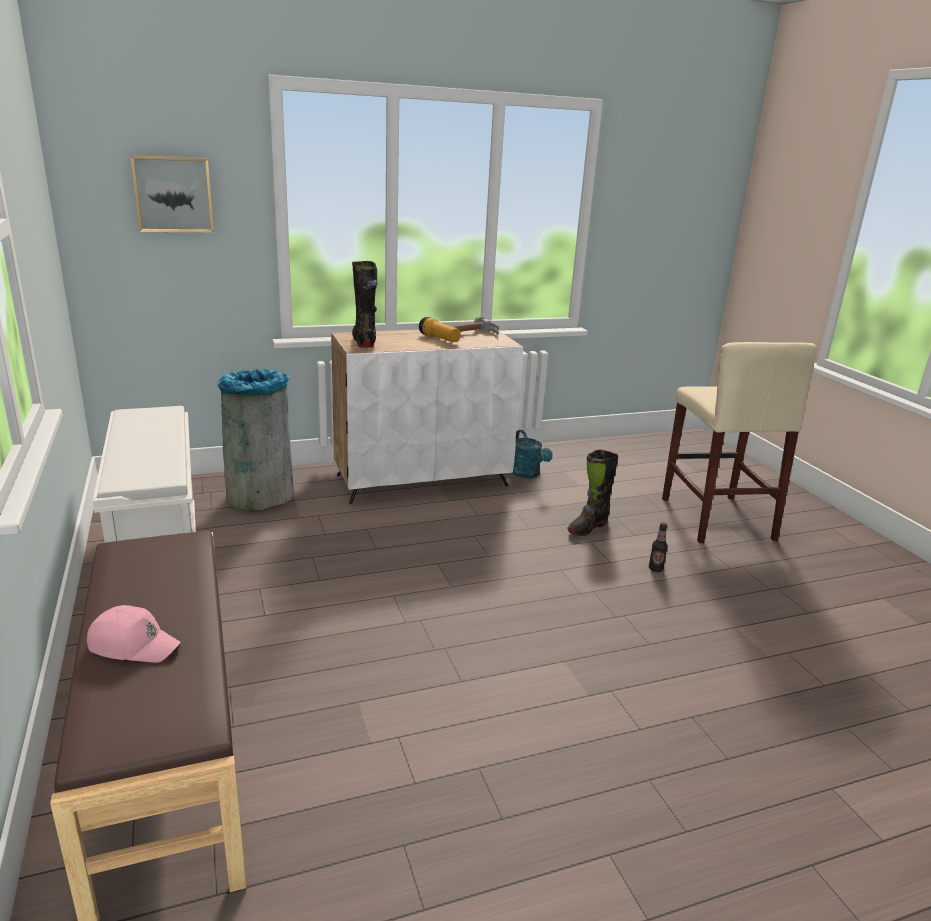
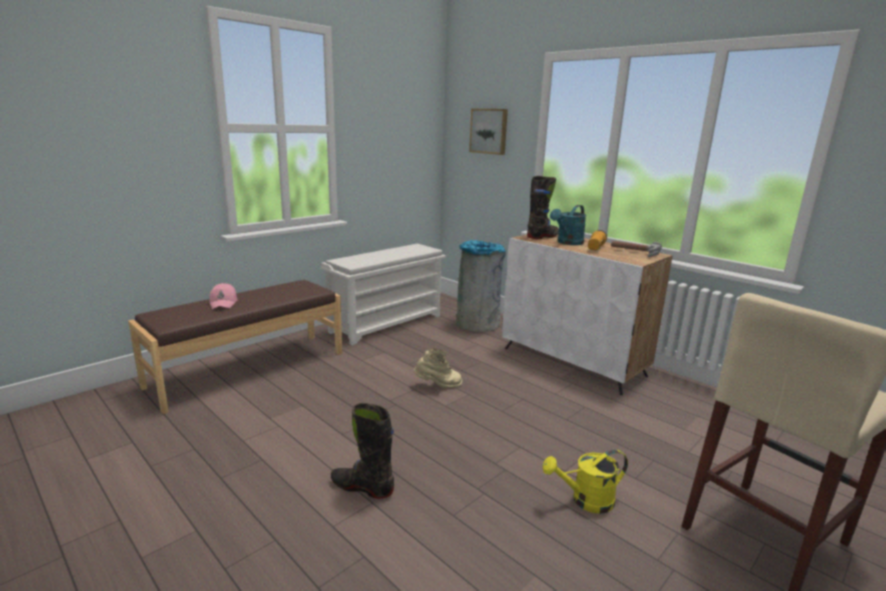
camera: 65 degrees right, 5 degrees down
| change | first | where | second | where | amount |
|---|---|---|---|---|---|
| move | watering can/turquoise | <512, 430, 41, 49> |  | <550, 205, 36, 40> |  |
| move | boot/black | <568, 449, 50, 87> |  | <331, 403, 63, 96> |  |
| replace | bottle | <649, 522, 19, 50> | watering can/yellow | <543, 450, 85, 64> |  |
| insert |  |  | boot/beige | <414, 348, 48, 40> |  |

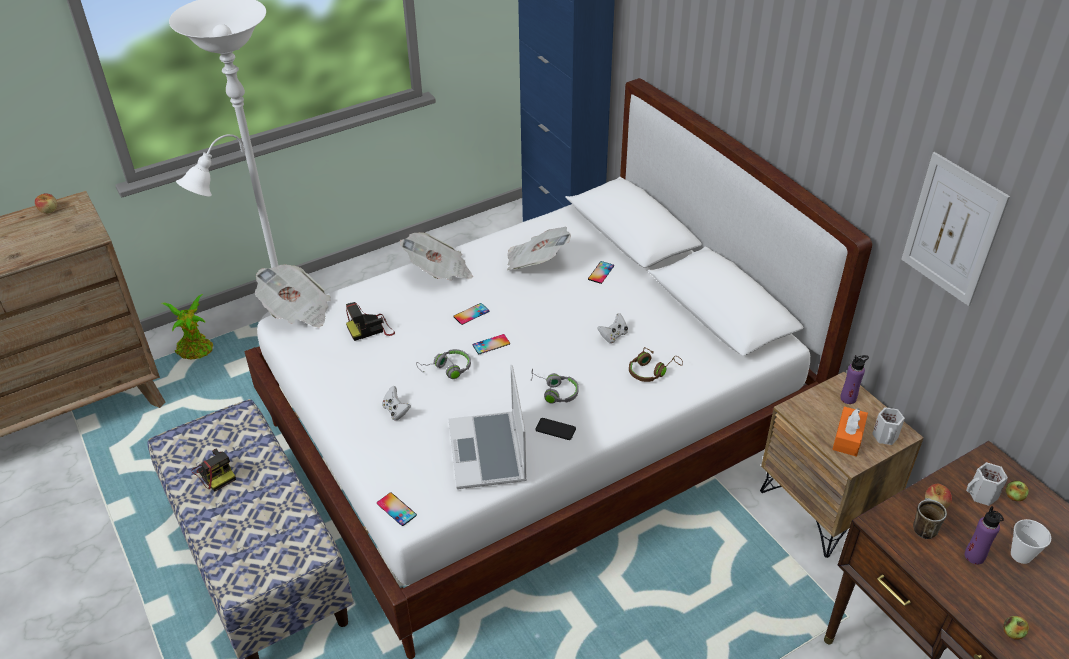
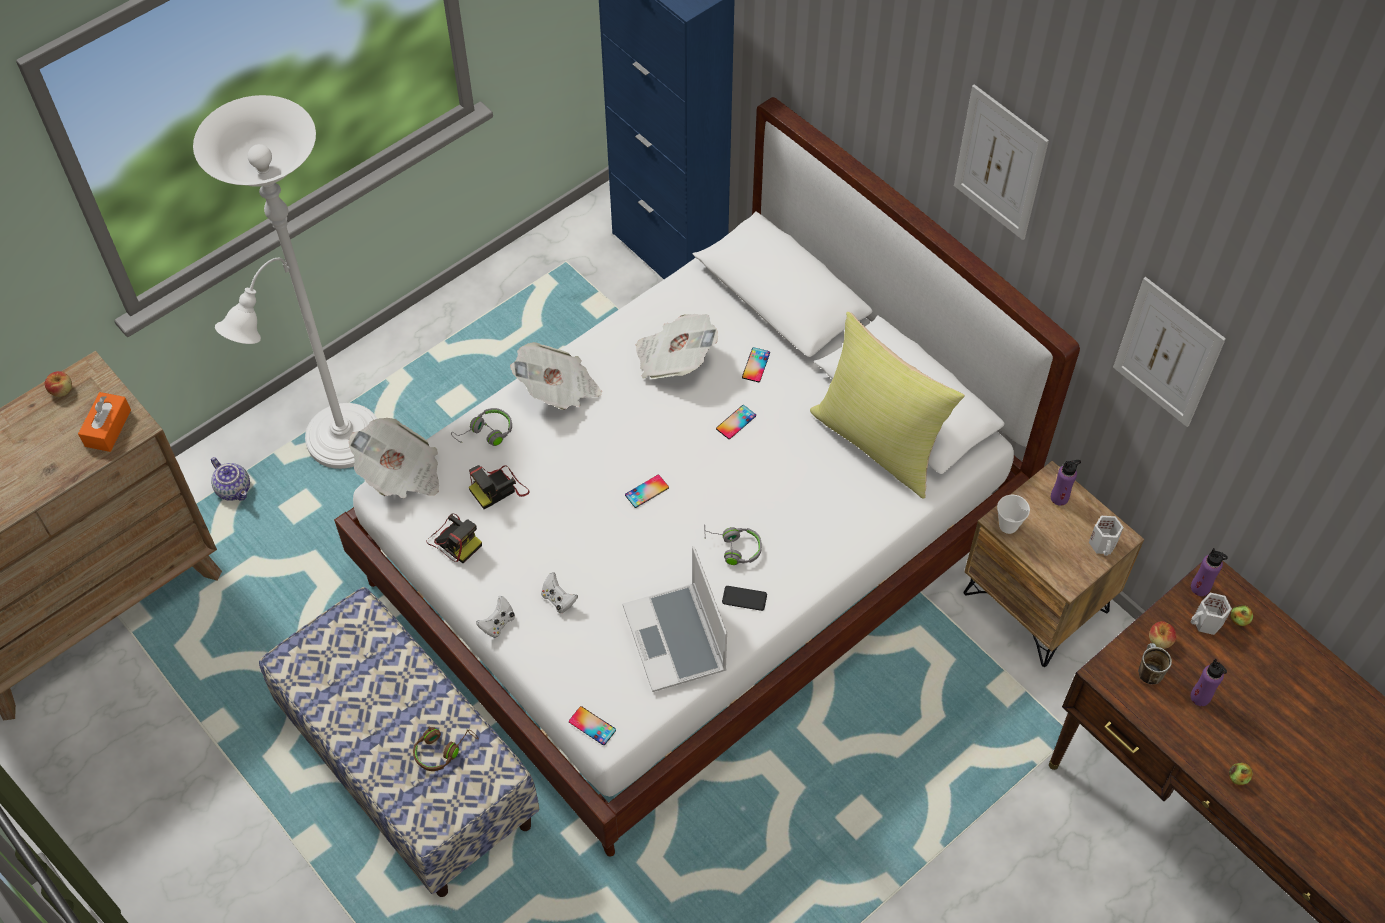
camera: 10 degrees left, 15 degrees up
| change | first | where | second | where | amount |
|---|---|---|---|---|---|
| replace | potted plant | <162, 294, 51, 65> | teapot | <211, 457, 39, 44> |  |
| move | phone | <453, 303, 36, 22> |  | <716, 405, 40, 34> |  |
| move | game controller/white | <598, 313, 30, 31> |  | <476, 596, 39, 42> |  |
| move | headphones/brown | <629, 347, 54, 35> |  | <413, 727, 66, 44> |  |
| move | headphones/grey | <416, 349, 55, 30> |  | <451, 408, 61, 38> |  |
| move | tissue box/orange | <832, 406, 36, 51> |  | <78, 392, 53, 60> |  |
| move | photo camera | <192, 448, 44, 44> |  | <426, 514, 56, 50> |  |
| move | cup | <1011, 519, 40, 45> |  | <997, 495, 33, 39> |  |
| insert |  |  | picture | <954, 84, 95, 156> |  |
| insert |  |  | pillow/yellow | <810, 312, 155, 187> |  |
| insert |  |  | bottle/purple | <1191, 548, 37, 48> |  |

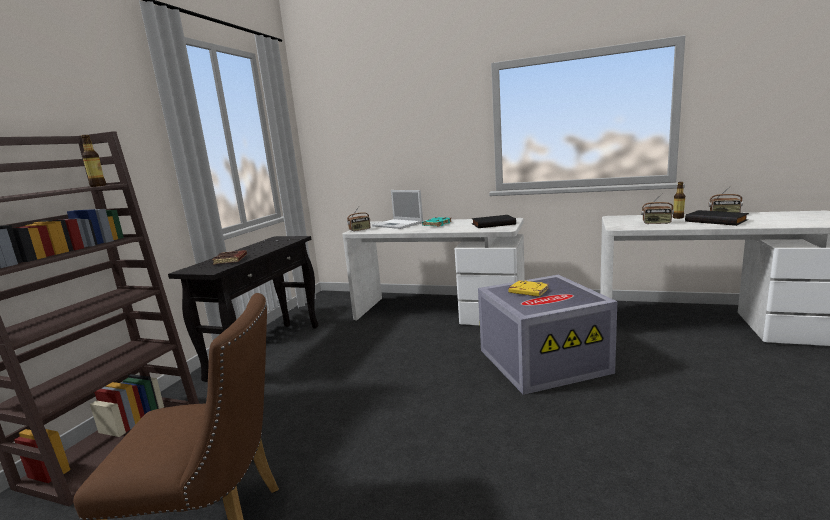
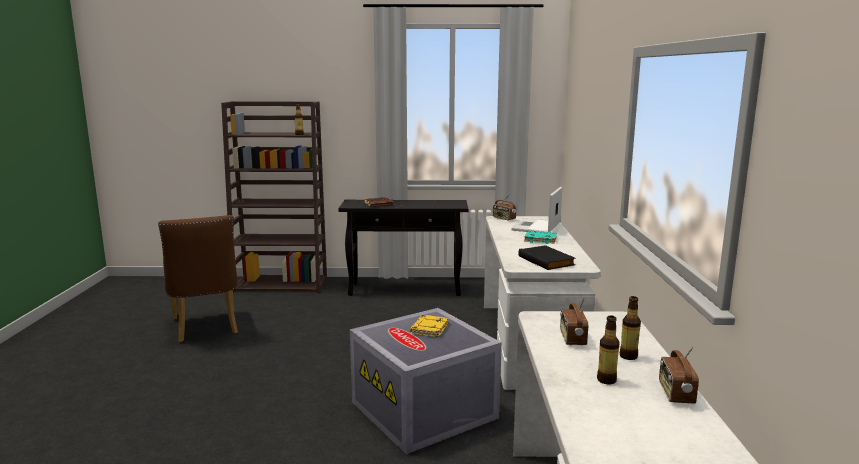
camera: 70 degrees right, 0 degrees up
| change | first | where | second | where | amount |
|---|---|---|---|---|---|
| replace | book/black | <685, 210, 64, 16> | bottle | <597, 315, 22, 69> |  |

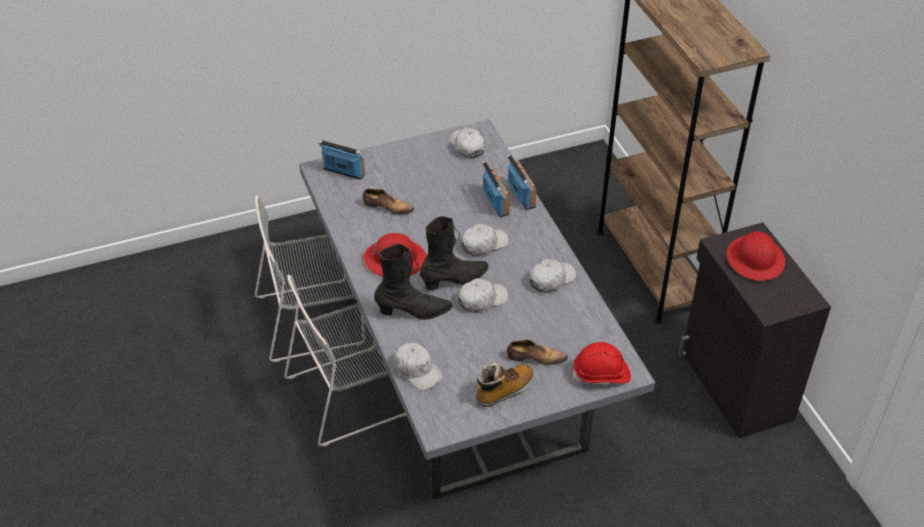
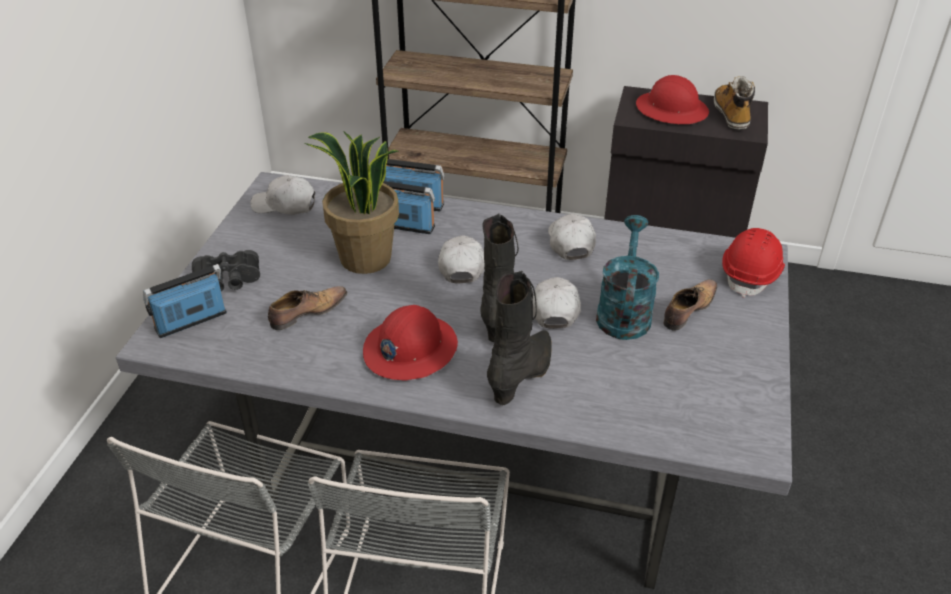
camera: 55 degrees left, 5 degrees down
| change | first | where | second | where | amount |
|---|---|---|---|---|---|
| delete | cap/white | <394, 343, 49, 48> |  |  |  |
| move | boot | <476, 362, 58, 45> |  | <714, 76, 41, 54> |  |
| insert |  |  | potted plant | <305, 131, 94, 143> |  |
| insert |  |  | watering can/turquoise | <596, 215, 63, 125> |  |
| insert |  |  | binoculars/black | <192, 250, 68, 41> |  |

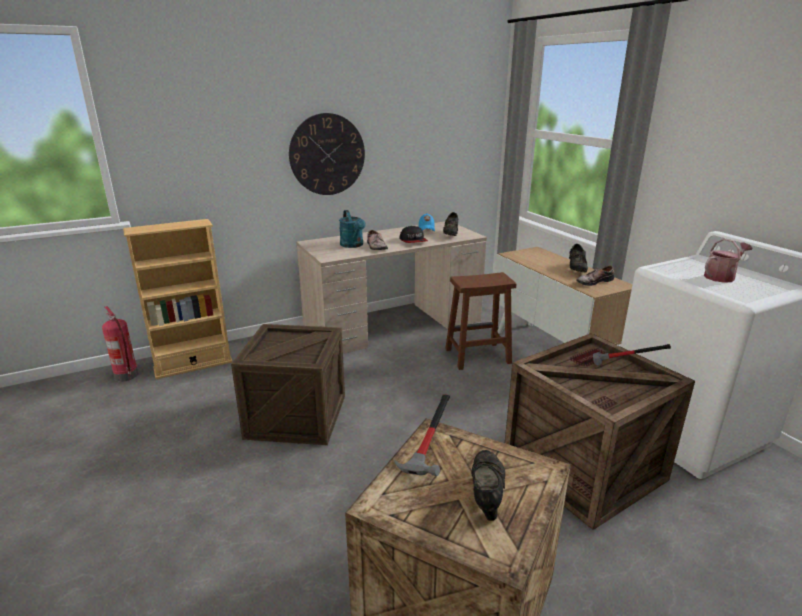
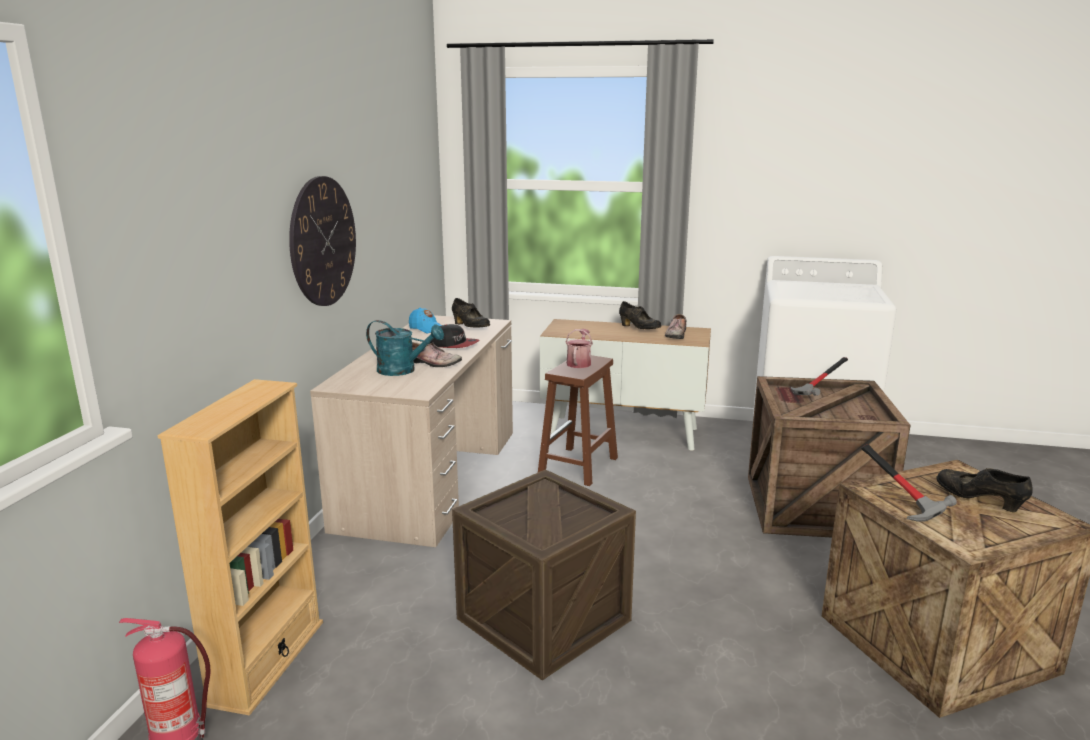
camera: 50 degrees left, 5 degrees down
| change | first | where | second | where | amount |
|---|---|---|---|---|---|
| move | watering can | <704, 239, 48, 44> |  | <565, 329, 28, 39> |  |

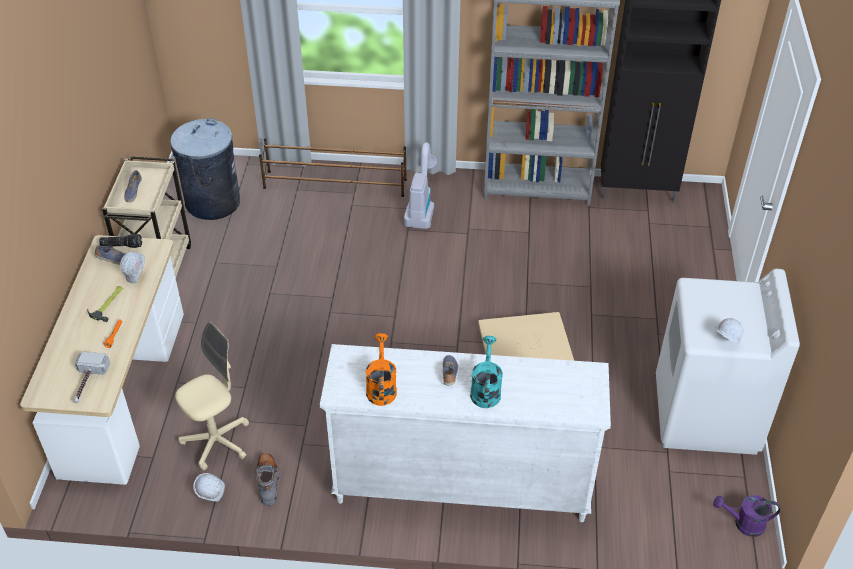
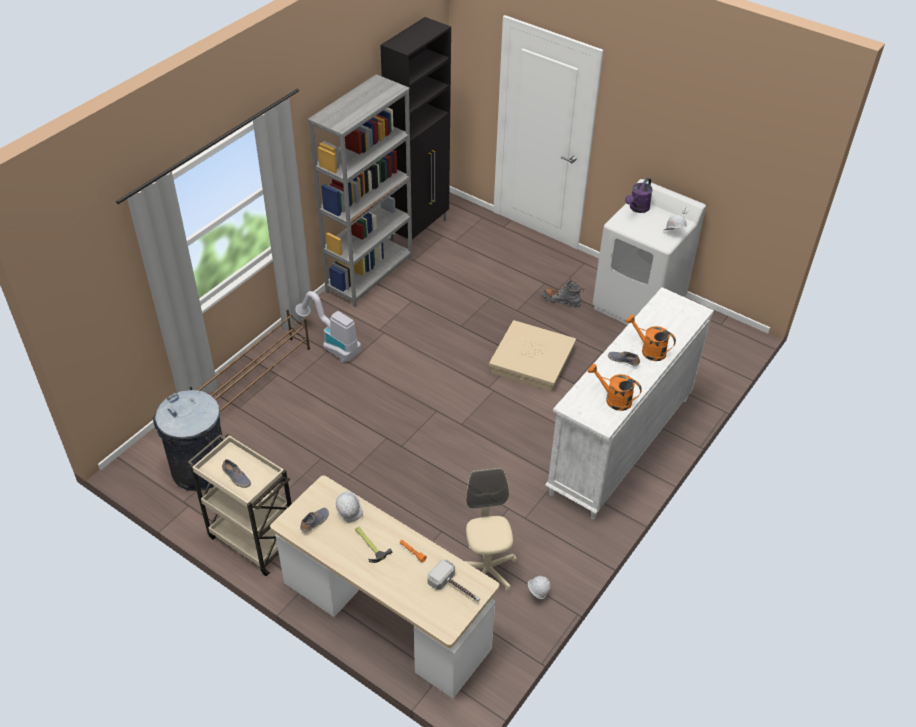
camera: 60 degrees left, 0 degrees up
| change | first | where | second | where | amount |
|---|---|---|---|---|---|
| delete | flashlight | <99, 234, 43, 14> |  |  |  |
| recolor | watering can/turquoise | <470, 336, 33, 72> | watering can/orange | <626, 315, 50, 46> |  |
| move | boot/grey | <255, 453, 24, 53> |  | <542, 279, 42, 29> |  |
| move | watering can/purple | <713, 495, 67, 42> |  | <625, 178, 28, 35> |  |

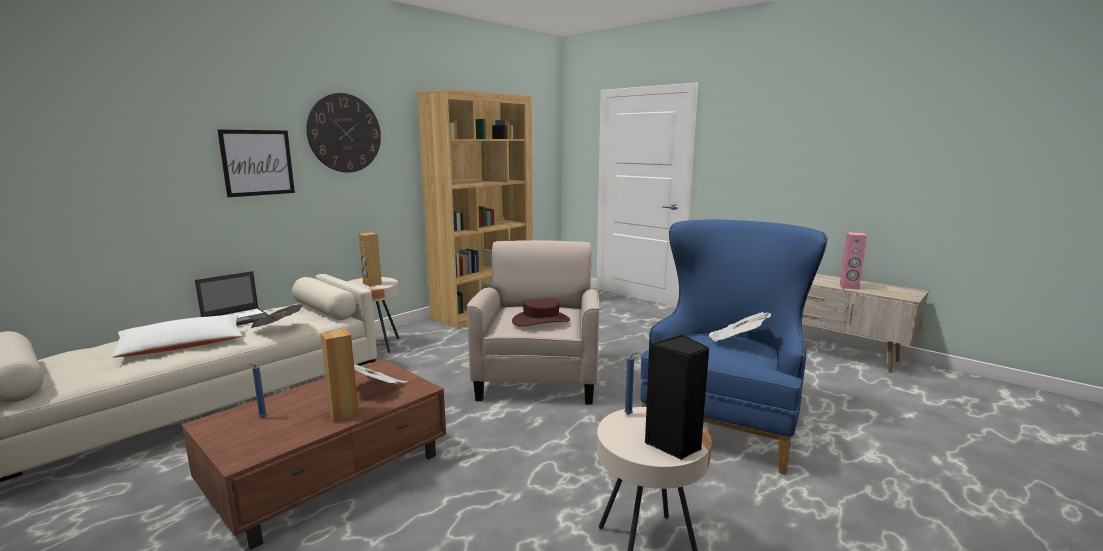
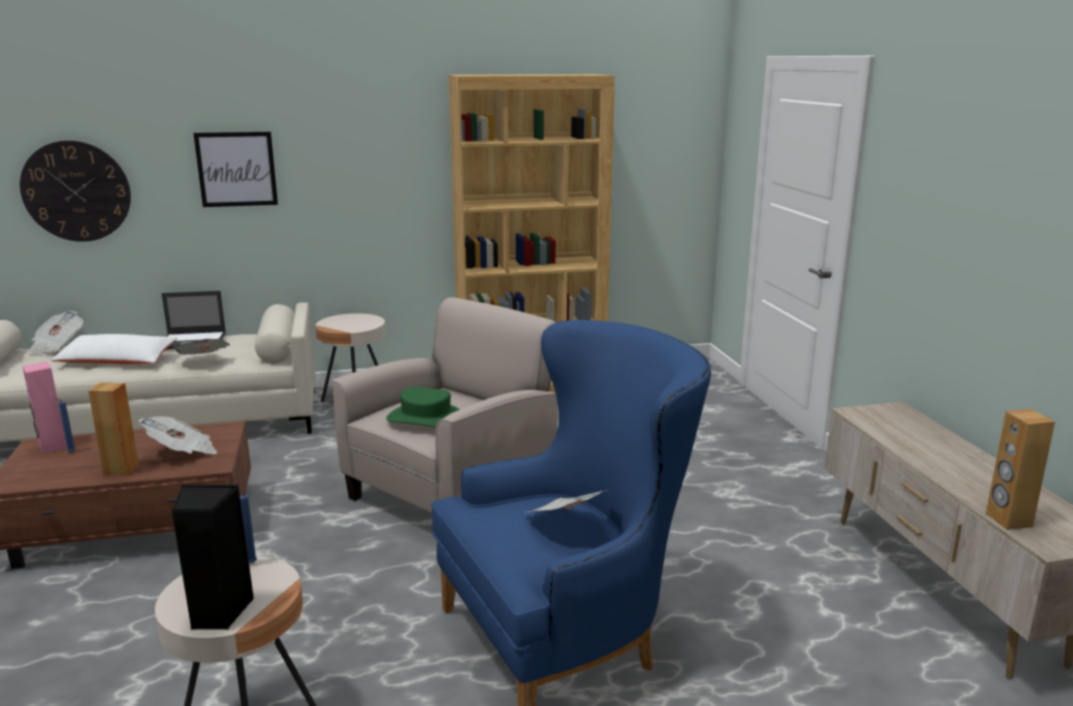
camera: 35 degrees right, 5 degrees up
| change | first | where | second | where | amount |
|---|---|---|---|---|---|
| move | wall clock | <306, 93, 75, 79> |  | <20, 140, 111, 102> |  |
| move | speaker/brown | <359, 232, 23, 55> |  | <986, 409, 69, 121> |  |
| move | speaker/pink | <840, 232, 27, 57> |  | <22, 362, 45, 92> |  |
| recolor | hat/brown | <512, 298, 58, 28> | hat/green | <386, 387, 74, 40> |  |
| insert |  |  | newspaper | <28, 311, 55, 43> |  |

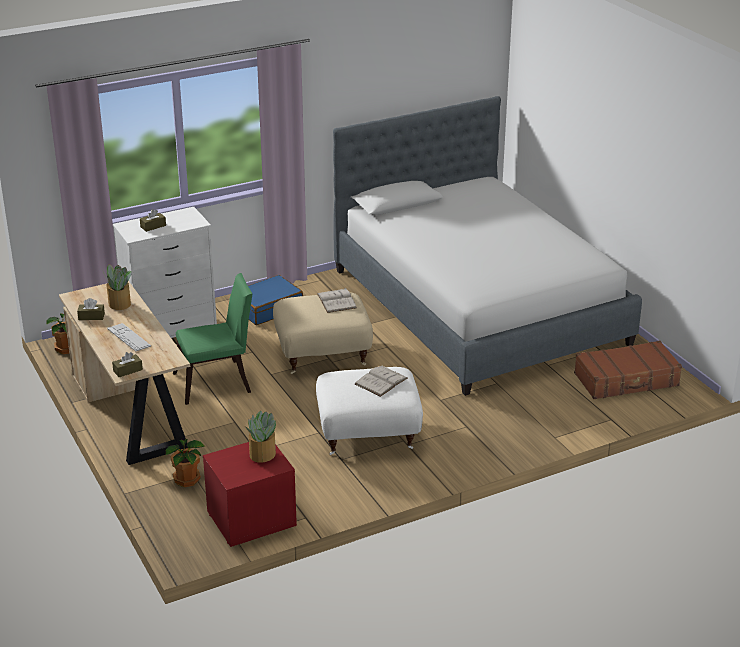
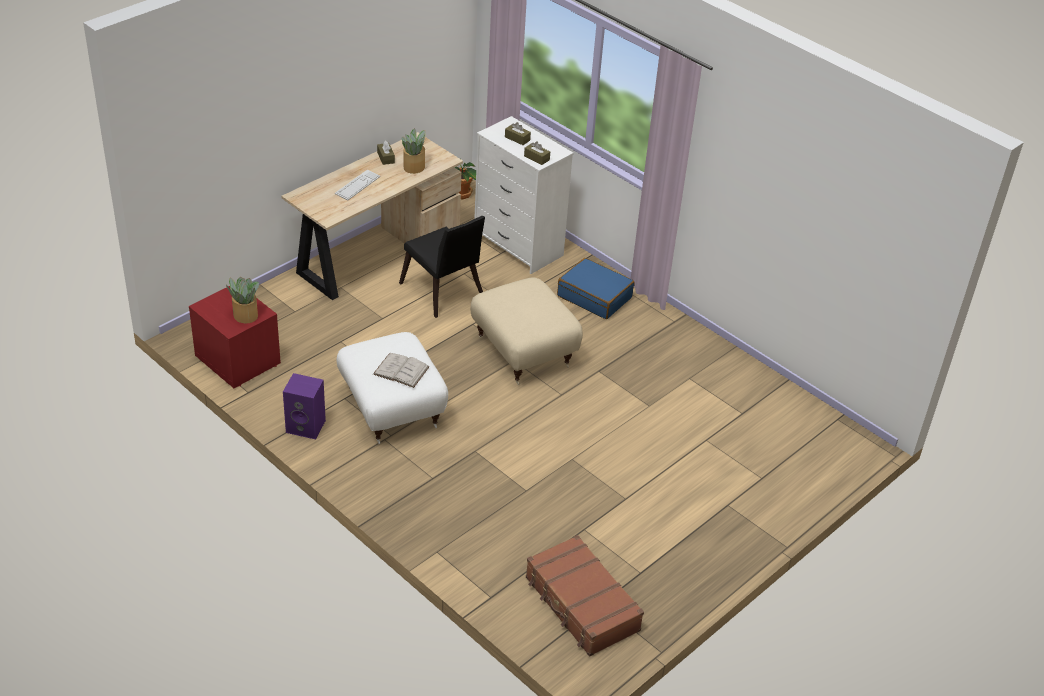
camera: 70 degrees right, 10 degrees up
| change | first | where | second | where | amount |
|---|---|---|---|---|---|
| delete | bed | <333, 96, 309, 300> |  |  |  |
| recolor | chair/green | <173, 273, 80, 132> | chair/black | <399, 216, 86, 102> |  |
| delete | book/white | <317, 288, 40, 25> |  |  |  |
| move | tissue box/brown | <112, 352, 31, 25> |  | <524, 141, 26, 24> |  |
| delete | potted plant | <166, 439, 40, 48> |  |  |  |
| insert |  |  | speaker/purple | <283, 373, 43, 66> |  |

